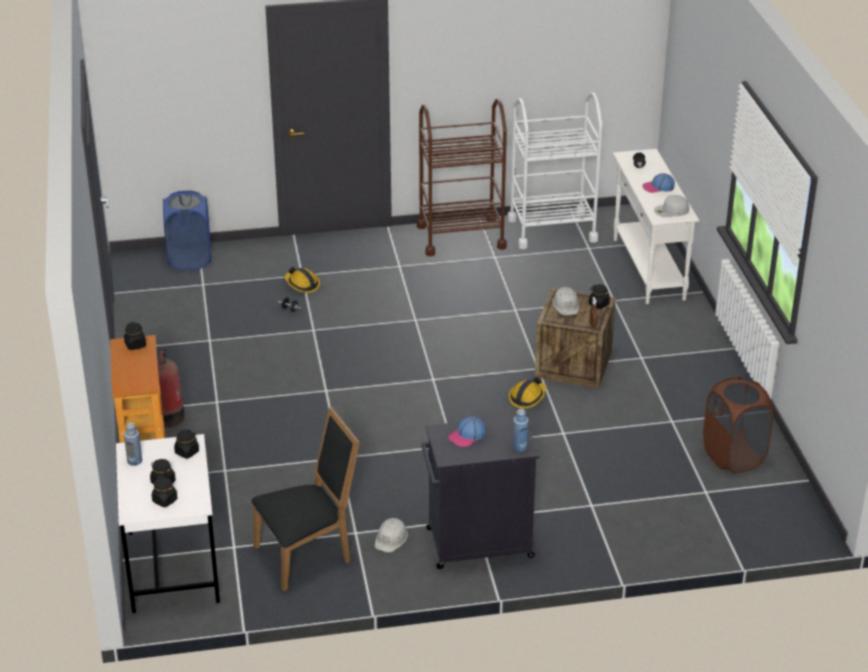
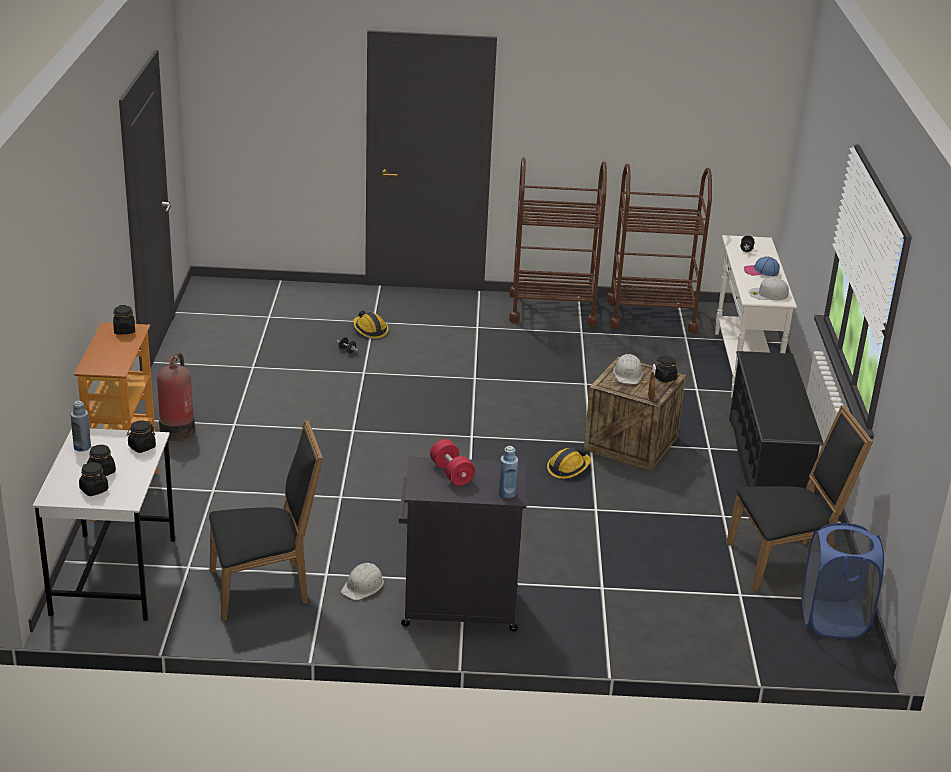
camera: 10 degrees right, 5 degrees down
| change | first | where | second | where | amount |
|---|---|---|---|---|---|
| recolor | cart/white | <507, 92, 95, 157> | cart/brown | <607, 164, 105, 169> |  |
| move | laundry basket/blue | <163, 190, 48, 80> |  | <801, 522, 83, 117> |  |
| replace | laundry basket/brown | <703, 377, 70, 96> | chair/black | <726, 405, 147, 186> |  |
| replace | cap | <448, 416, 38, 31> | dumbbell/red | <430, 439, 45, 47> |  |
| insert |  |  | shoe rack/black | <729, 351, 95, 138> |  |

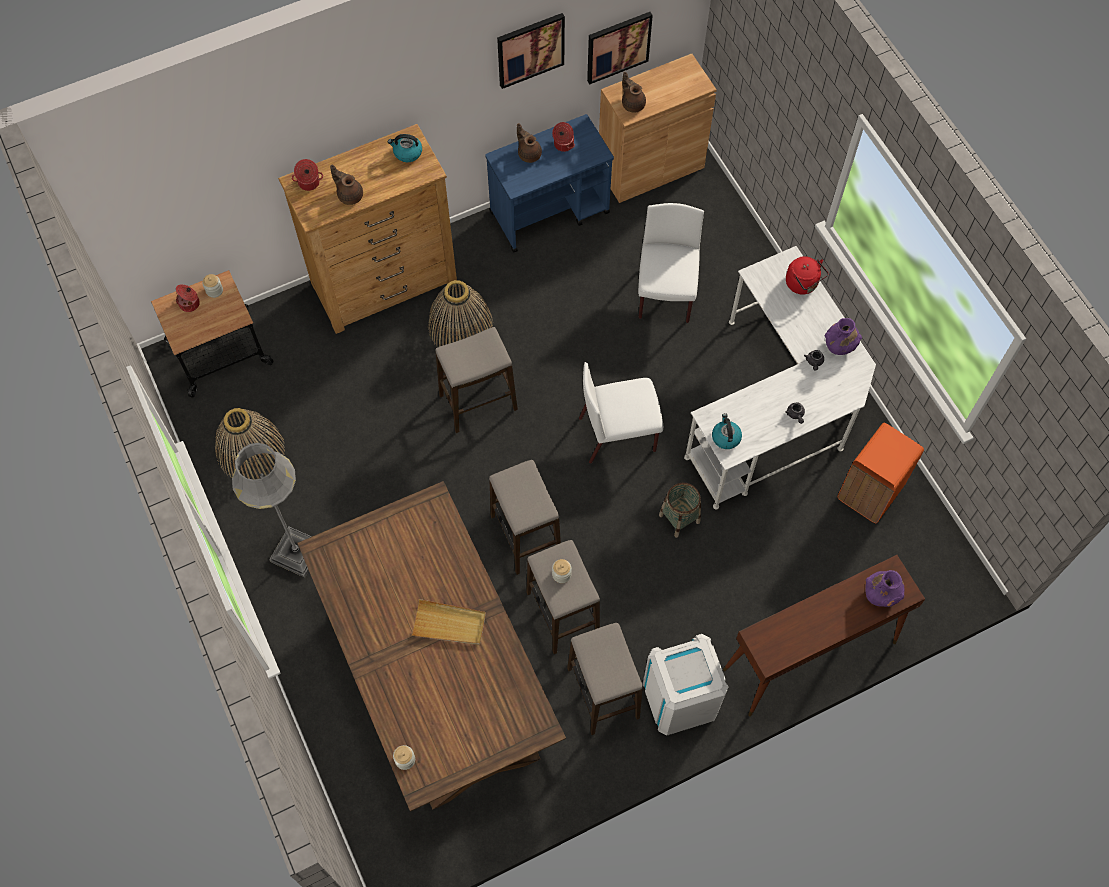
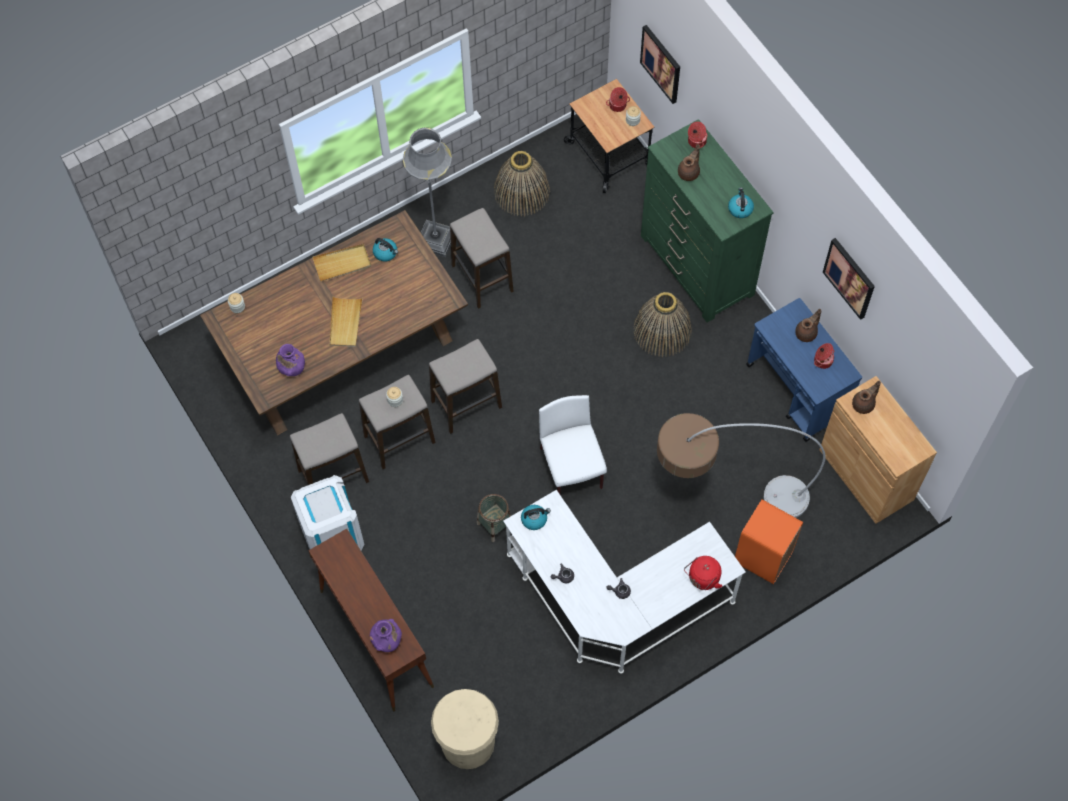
camera: 85 degrees right, 0 degrees up
| change | first | where | second | where | amount |
|---|---|---|---|---|---|
| move | picture | <587, 12, 66, 72> |  | <640, 25, 40, 79> |  |
| recolor | dresser/brown | <278, 124, 179, 210> | dresser/green | <641, 119, 133, 203> |  |
| replace | chair/white | <638, 203, 66, 120> | floor lamp | <657, 413, 169, 105> |  |
| move | vase/purple | <825, 318, 37, 37> |  | <276, 344, 29, 32> |  |
| move | stool | <435, 327, 83, 106> |  | <450, 208, 64, 101> |  |
| move | trash can/orange | <838, 423, 86, 100> |  | <735, 499, 68, 85> |  |
| insert |  |  | kettle | <373, 238, 25, 24> |  |
| insert |  |  | tray/beige | <312, 244, 59, 38> |  |
| insert |  |  | trash can/beige | <431, 689, 68, 80> |  |

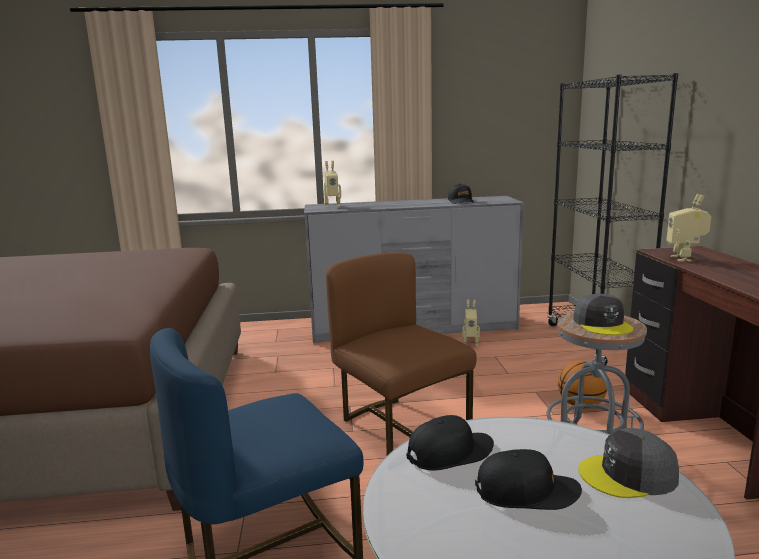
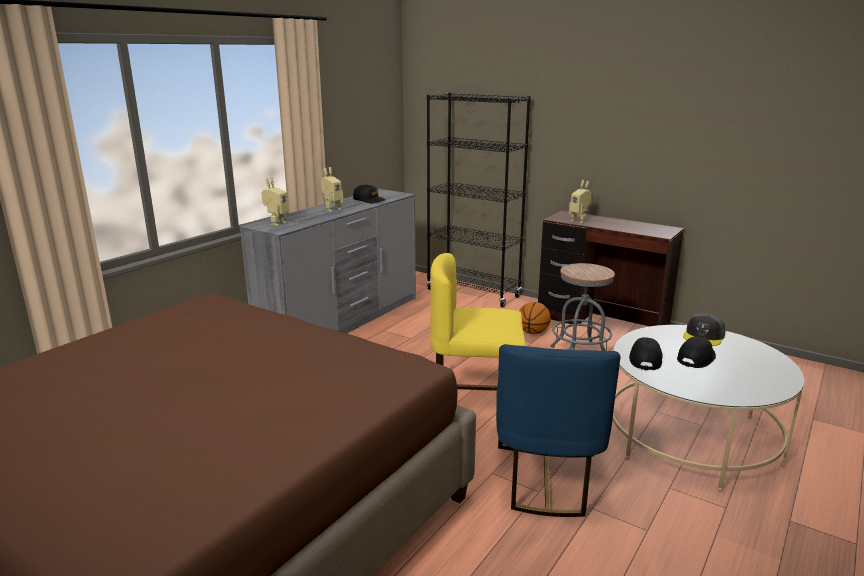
camera: 50 degrees left, 5 degrees up
| change | first | where | second | where | amount |
|---|---|---|---|---|---|
| recolor | chair/brown | <326, 252, 151, 203> | chair/yellow | <430, 253, 96, 138> |  |
| delete | cap/grey | <573, 294, 60, 41> |  |  |  |
| move | toy robot | <462, 300, 18, 47> |  | <321, 167, 22, 45> |  |

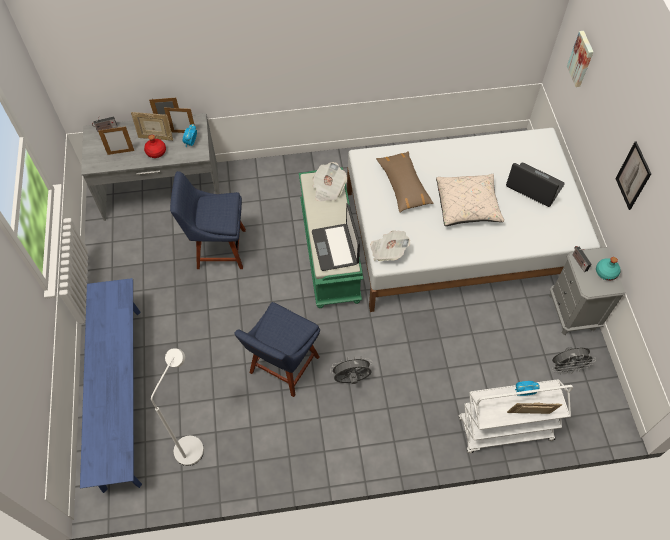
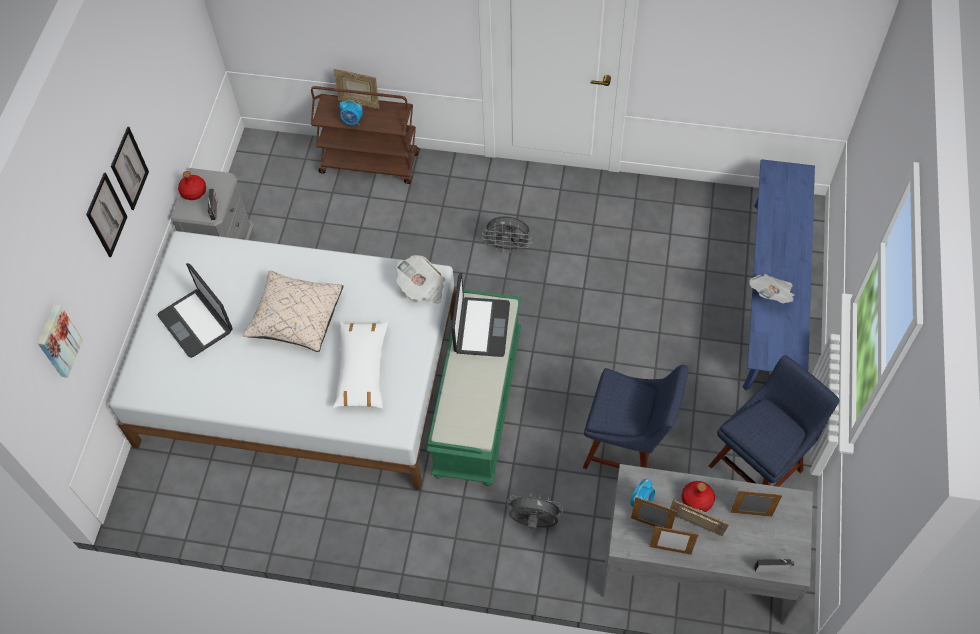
camera: 160 degrees left, 0 degrees up
| change | first | where | second | where | amount |
|---|---|---|---|---|---|
| recolor | pillow/brown | <376, 151, 58, 61> | pillow/white | <333, 321, 55, 88> |  |
| move | newspaper | <313, 162, 34, 39> |  | <749, 274, 45, 29> |  |
| recolor | bottle/turquoise | <596, 257, 24, 23> | bottle/red | <178, 171, 28, 29> |  |
| move | chair/blue | <234, 302, 86, 95> |  | <709, 355, 131, 132> |  |
| move | fan/grey | <552, 347, 44, 27> |  | <507, 493, 56, 36> |  |
| delete | floor lamp/white | <151, 348, 53, 118> |  |  |  |
| recolor | cart/white | <459, 379, 114, 74> | cart/brown | <311, 86, 109, 98> |  |
| insert |  |  | picture | <86, 173, 41, 84> |  |

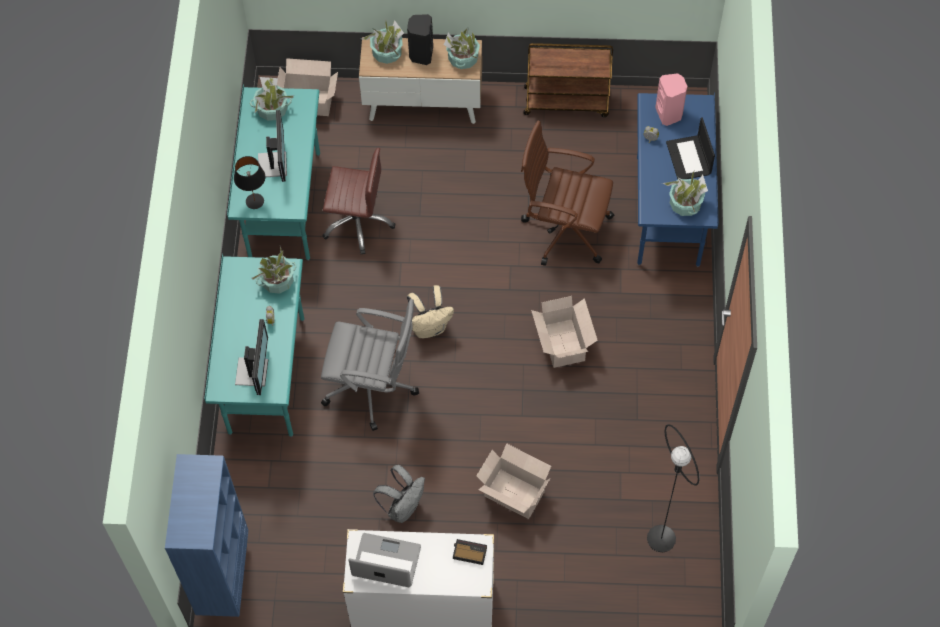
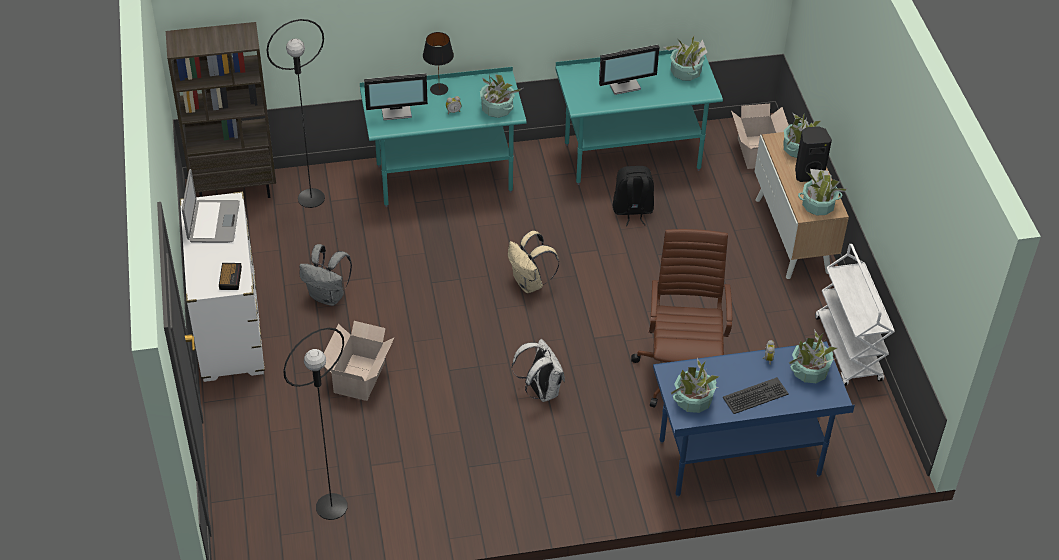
camera: 75 degrees right, 15 degrees down
| change | first | where | second | where | amount |
|---|---|---|---|---|---|
| recolor | cart/brown | <523, 43, 90, 74> | cart/white | <815, 244, 80, 142> |  |
| replace | speaker/pink | <655, 73, 32, 53> | potted plant | <789, 329, 48, 54> |  |
| replace | laptop | <666, 117, 49, 62> | keyboard | <723, 377, 66, 37> |  |
| replace | office chair/brown | <322, 148, 73, 107> | backpack/black | <613, 166, 41, 60> |  |
| move | table lamp/black | <234, 156, 31, 53> |  | <423, 32, 31, 63> |  |
| replace | cardboard box | <531, 296, 67, 72> | backpack/white | <512, 339, 53, 63> |  |
| delete | office chair/grey | <321, 299, 98, 132> |  |  |  |
| recolor | bookcase/blue | <165, 454, 83, 163> | bookcase/brown | <166, 22, 110, 176> |  |
| insert |  |  | floor lamp/black | <266, 19, 59, 189> |  |

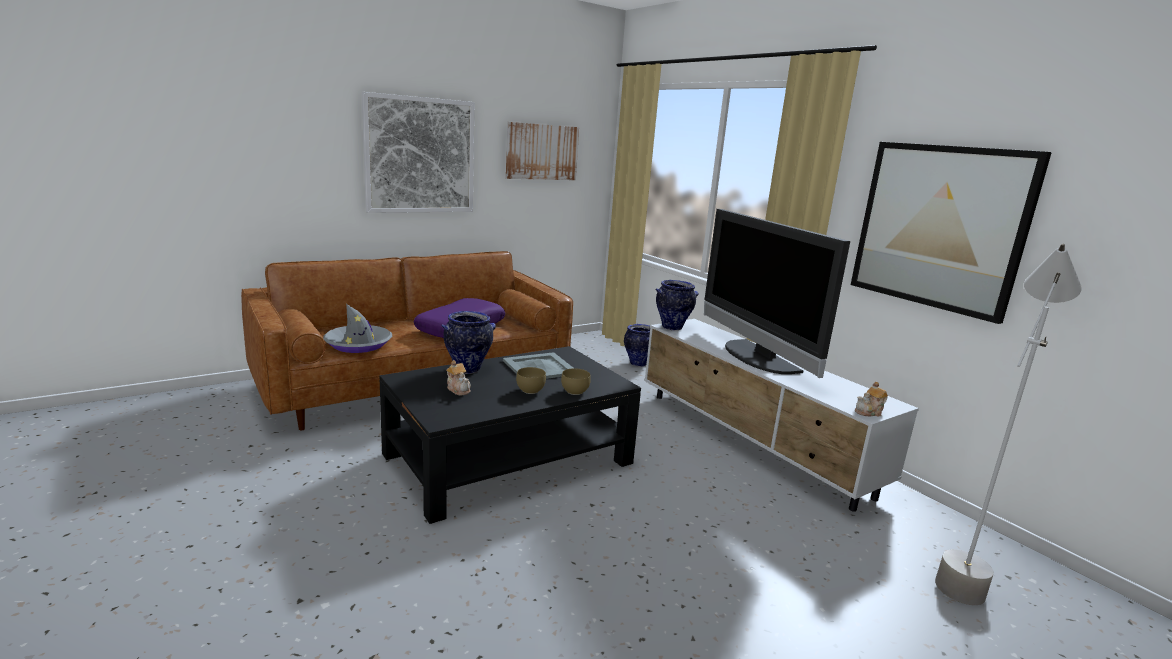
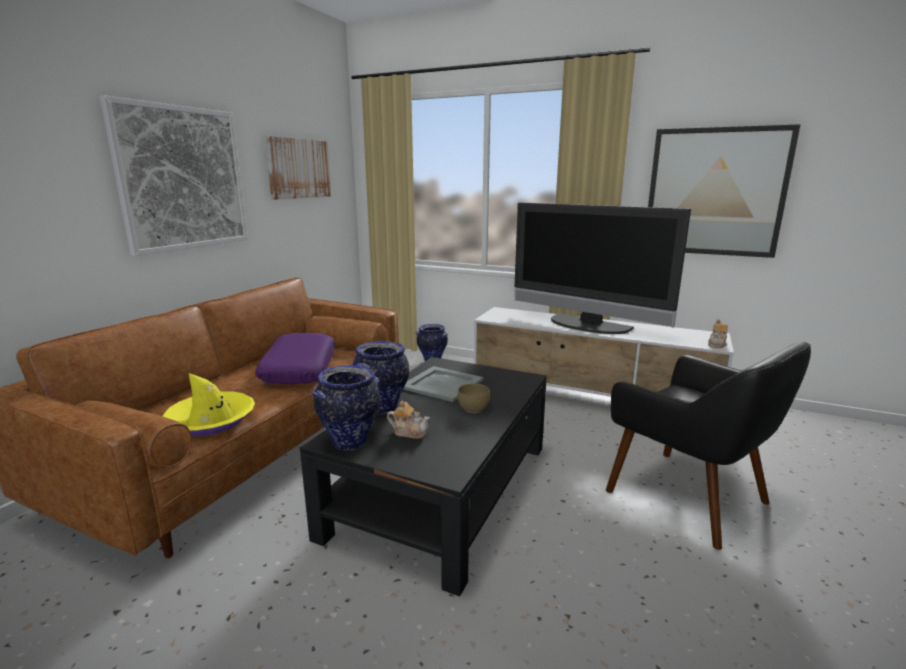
camera: 30 degrees left, 0 degrees up
| change | first | where | second | where | amount |
|---|---|---|---|---|---|
| delete | floor lamp/grey | <935, 244, 147, 361> |  |  |  |
| move | vase | <656, 280, 43, 50> |  | <311, 365, 70, 85> |  |
| recolor | hat/grey | <323, 304, 70, 49> | hat/yellow | <162, 373, 93, 63> |  |
| delete | bowl/brown | <561, 368, 30, 27> |  |  |  |
| insert |  |  | armchair/black | <606, 342, 205, 208> |  |

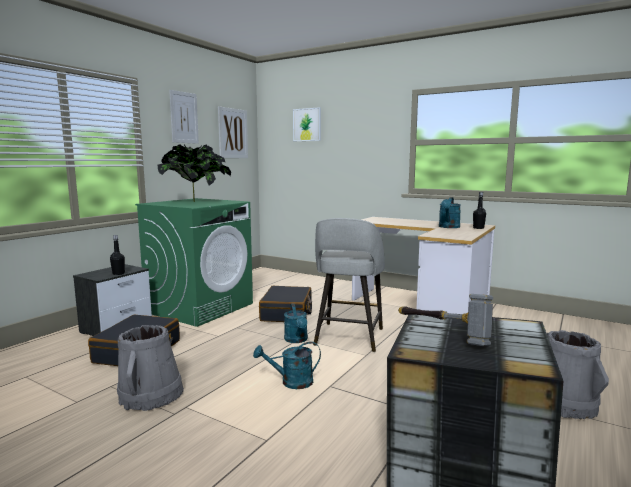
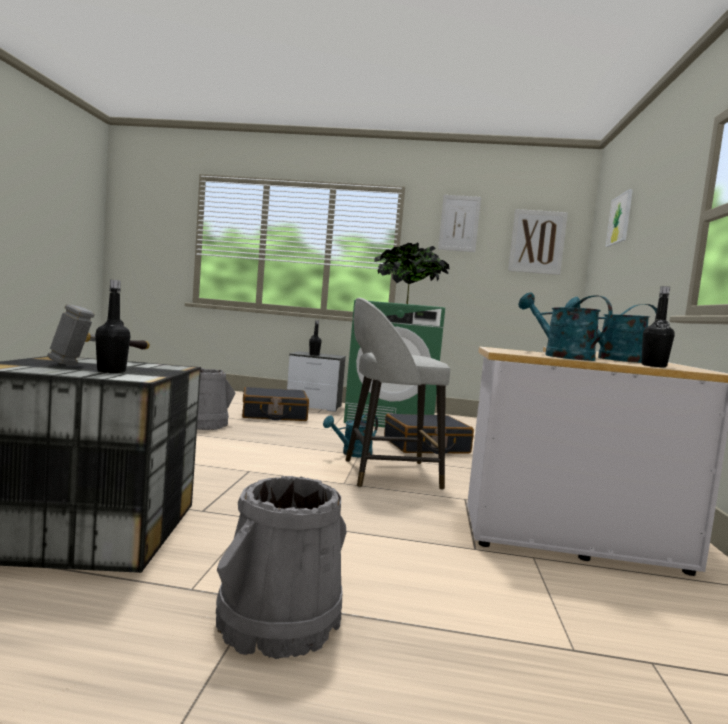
camera: 65 degrees right, 5 degrees down
| change | first | where | second | where | amount |
|---|---|---|---|---|---|
| move | watering can/turquoise | <253, 342, 68, 47> |  | <518, 293, 95, 68> |  |
| insert |  |  | bottle/black | <95, 280, 36, 93> |  |

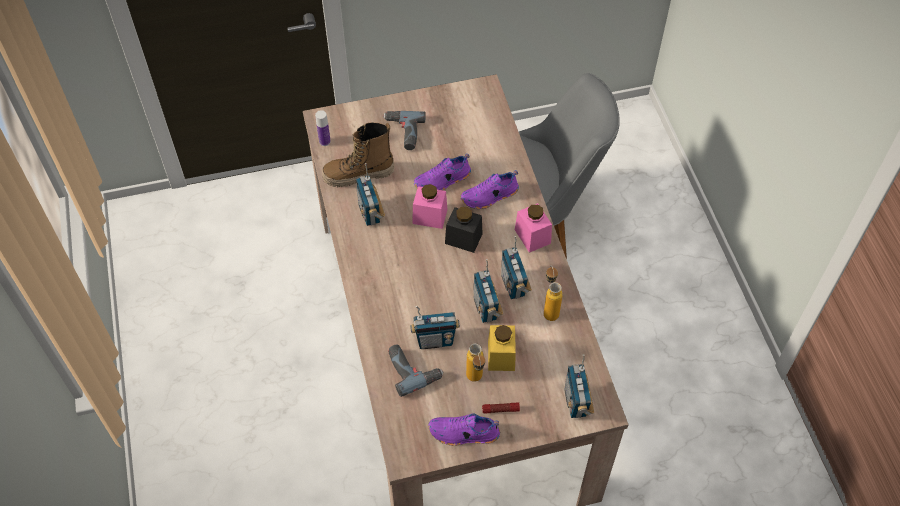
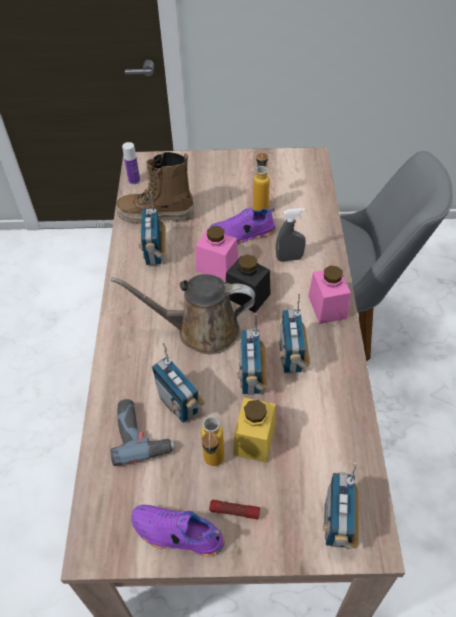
camera: 15 degrees right, 5 degrees down
| change | first | where | second | where | amount |
|---|---|---|---|---|---|
| delete | power drill | <383, 111, 43, 39> |  |  |  |
| replace | shoe/purple | <461, 170, 58, 39> | spray bottle/grey | <276, 208, 30, 54> |  |
| move | bottle | <544, 265, 19, 56> |  | <253, 149, 17, 62> |  |
| rotate | radio | <410, 306, 50, 43> |  | <152, 342, 53, 81> | 45 degrees clockwise |
| insert |  |  | watering can/brown | <111, 274, 144, 80> |  |

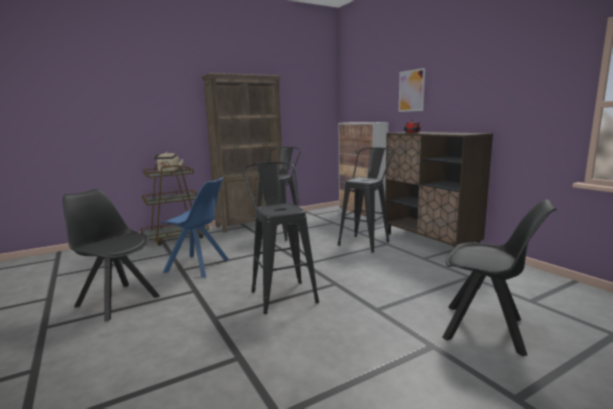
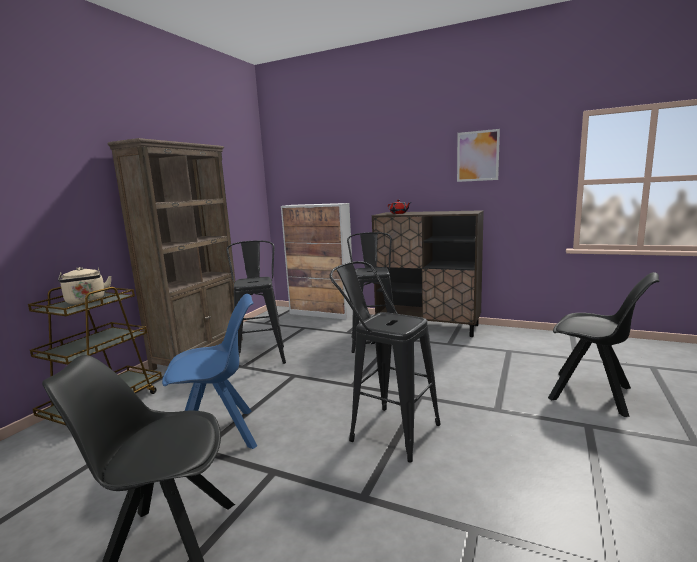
camera: 35 degrees left, 0 degrees up
| change | first | where | second | where | amount |
|---|---|---|---|---|---|
| move | picture | <399, 68, 26, 44> |  | <457, 129, 43, 53> |  |
| rotate | chair/black | <442, 199, 115, 157> |  | <548, 272, 111, 145> | 45 degrees clockwise |

